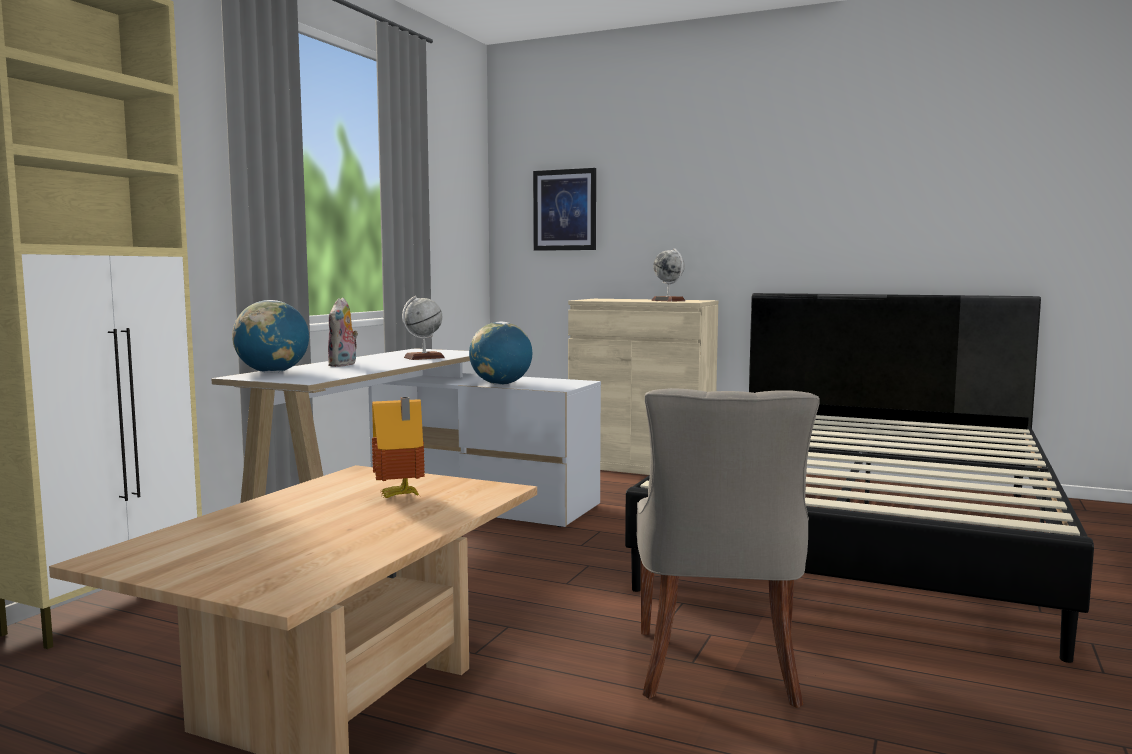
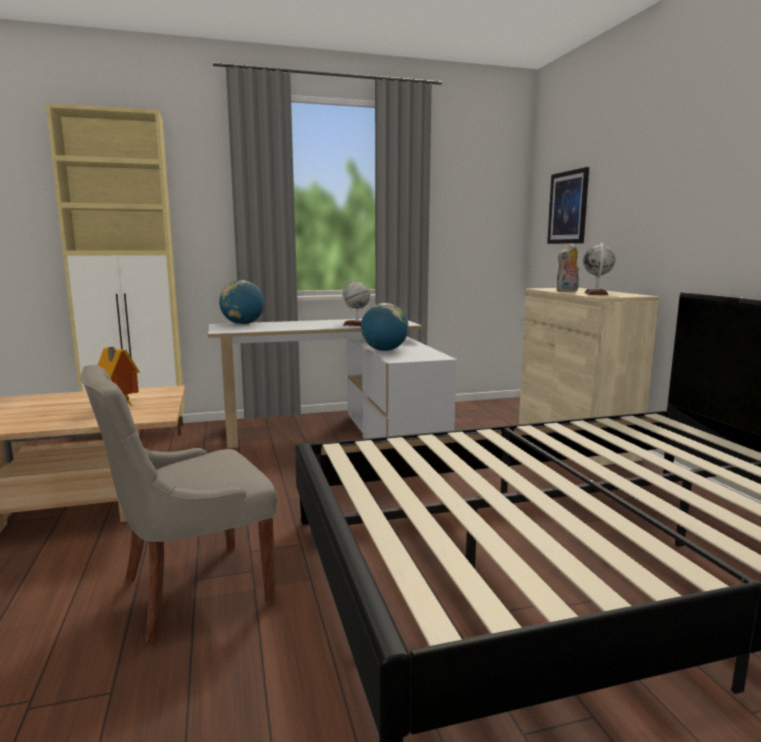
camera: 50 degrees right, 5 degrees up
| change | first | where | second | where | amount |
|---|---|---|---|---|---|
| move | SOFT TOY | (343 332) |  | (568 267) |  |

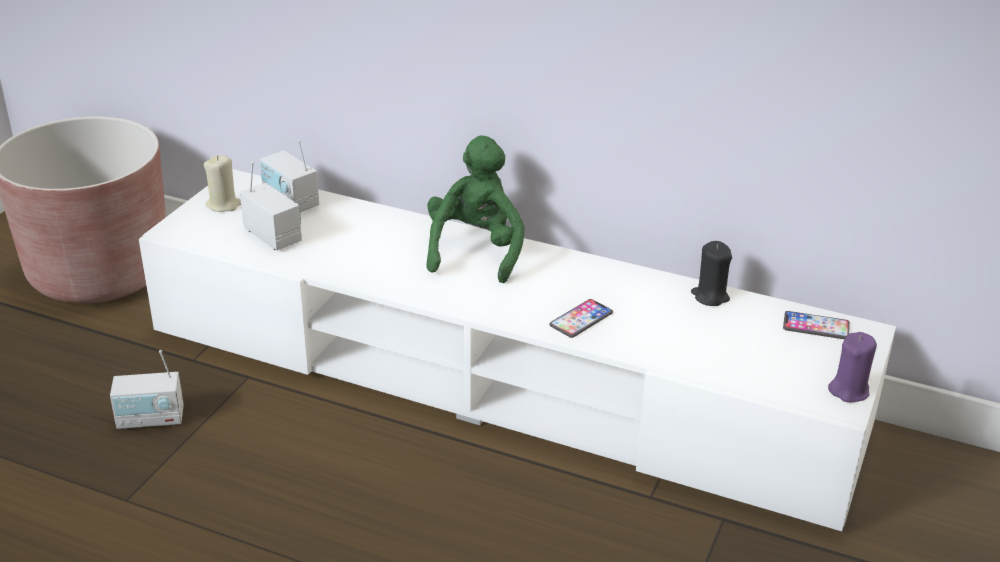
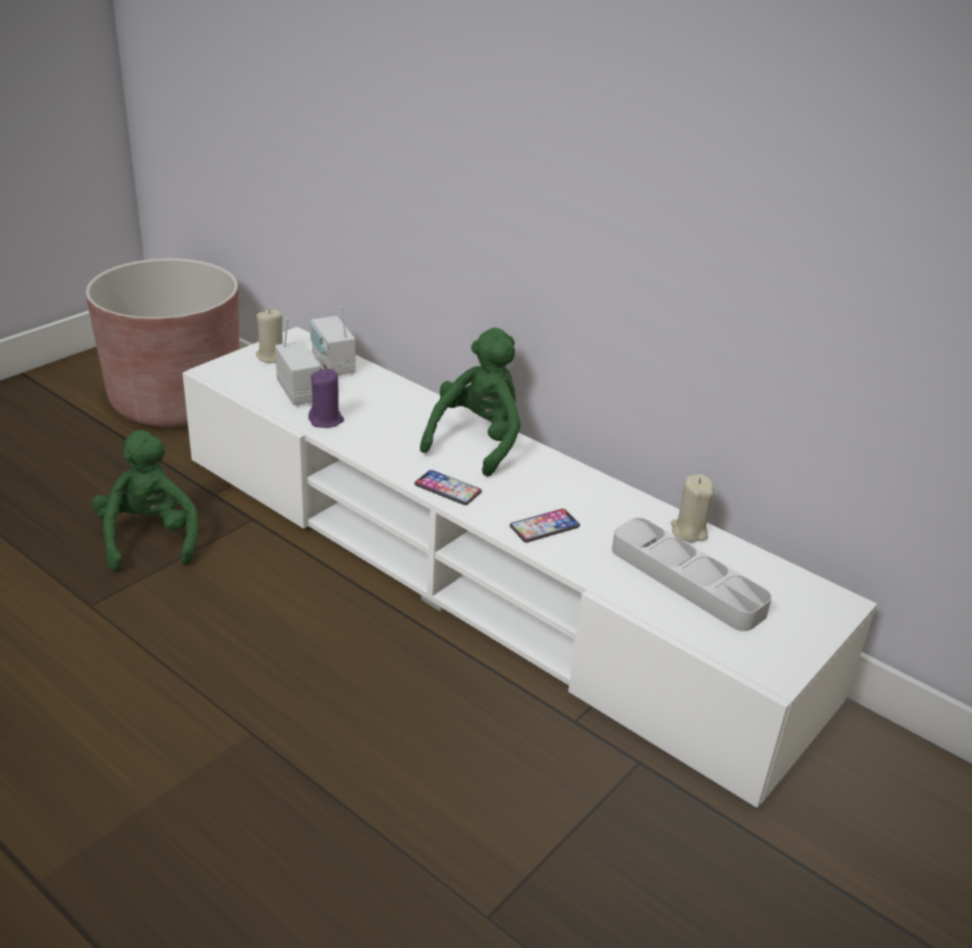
camera: 15 degrees right, 0 degrees up
| change | first | where | second | where | amount |
|---|---|---|---|---|---|
| insert |  |  | GRAY SERVING TRAY | (692 574) |  |
| move | HANDSET | (816 325) |  | (448 487) |  |
| move | PURPLISH WAX LIGHT | (852 367) |  | (326 398) |  |
| replace | RADIO RECEIVER | (147 390) | GREEN SOFT TOY | (145 500) |  |
| recolor | BLACK-COLOURED WAX LIGHT | (711 273) | SAND-COLOURED WAX LIGHT | (692 508) |  |

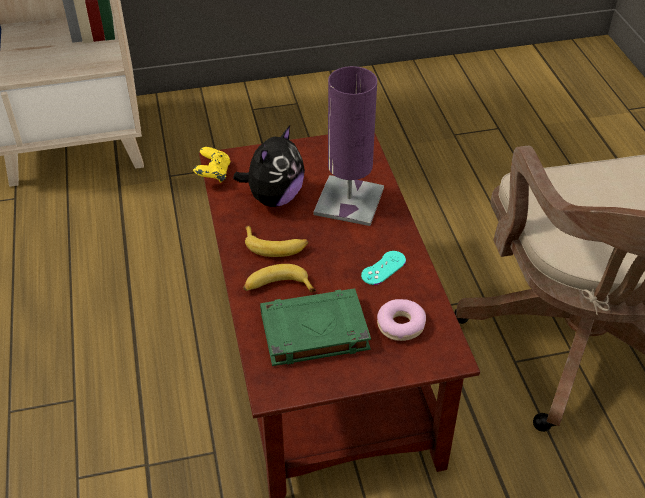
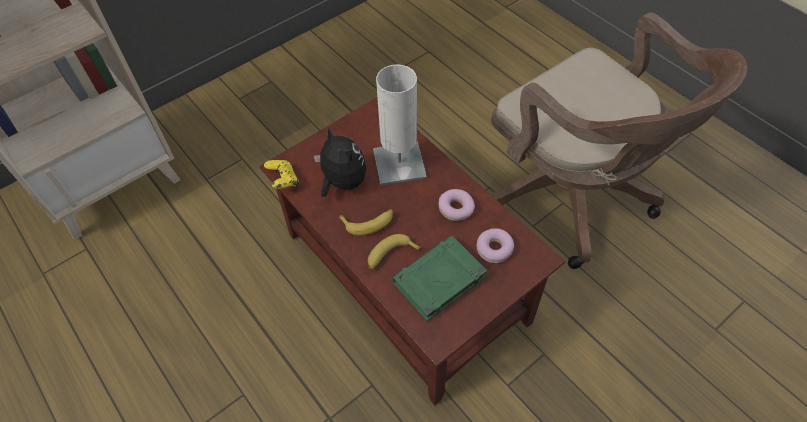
camera: 25 degrees left, 10 degrees up
| change | first | where | second | where | amount |
|---|---|---|---|---|---|
| replace | BLUE-GREEN GAMEPAD | (383 268) | DONUT | (456 205) |  |
| recolor | PURPLISH TABLETOP LAMP | (348 146) | WHITE TABLETOP LAMP | (400 125) |  |
| rotate | SOFT TOY | (269 166) |  | (340 162) | 45 degrees counterclockwise |

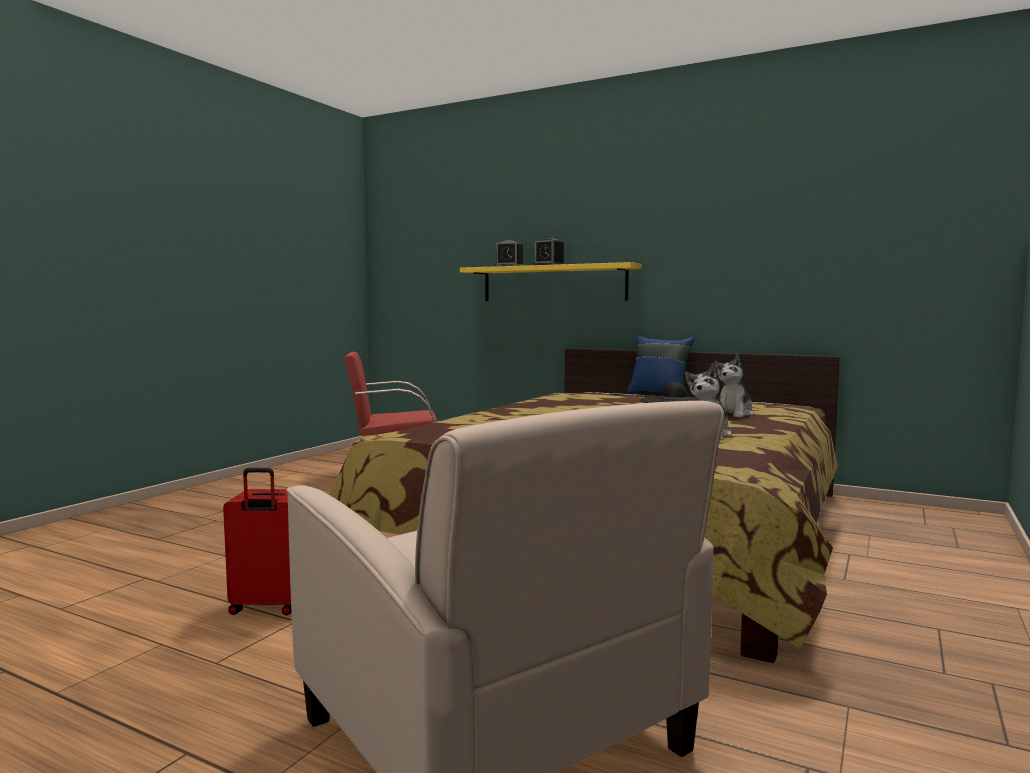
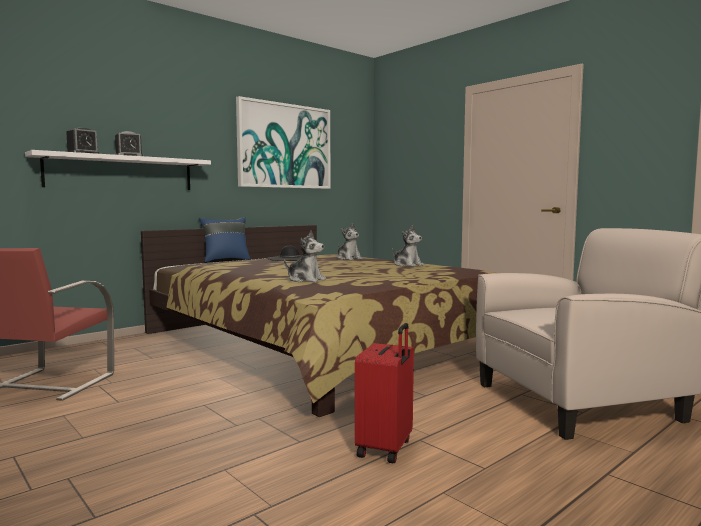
camera: 70 degrees left, 0 degrees up
| change | first | where | second | where | amount |
|---|---|---|---|---|---|
| insert |  |  | PICTURE | (283 142) |  |
| insert |  |  | SOFT TOY | (305 256) |  |
| recolor | YELLOW-COLOURED BRACKET SHELF | (551 281) | WHITE BRACKET SHELF | (118 170) |  |

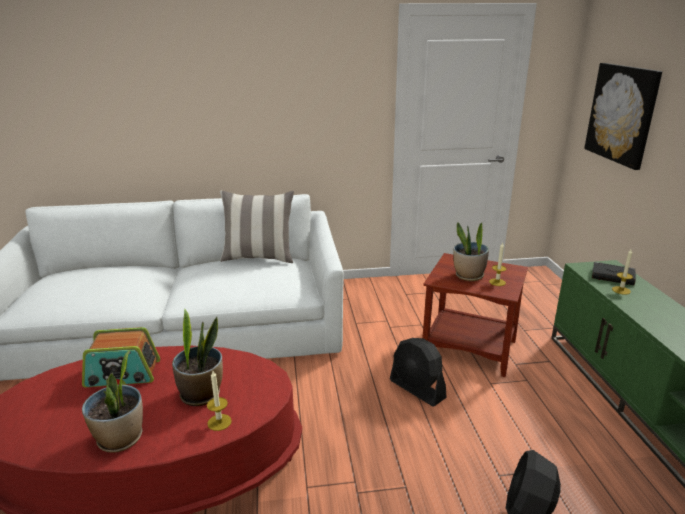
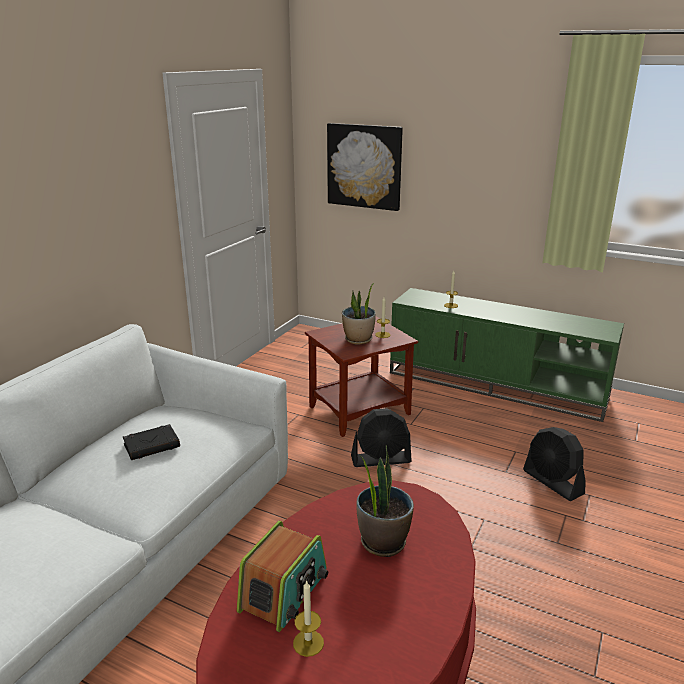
camera: 55 degrees left, 0 degrees up
| change | first | where | second | where | amount |
|---|---|---|---|---|---|
| delete | HOUSEPLANT | (112 401) |  |  |  |
| delete | CUSHION | (257 227) |  |  |  |
| move | WAX LIGHT | (219 401) |  | (308 618) |  |
| move | BLACK-COLOURED BOUND BOOK | (614 273) |  | (151 442) |  |

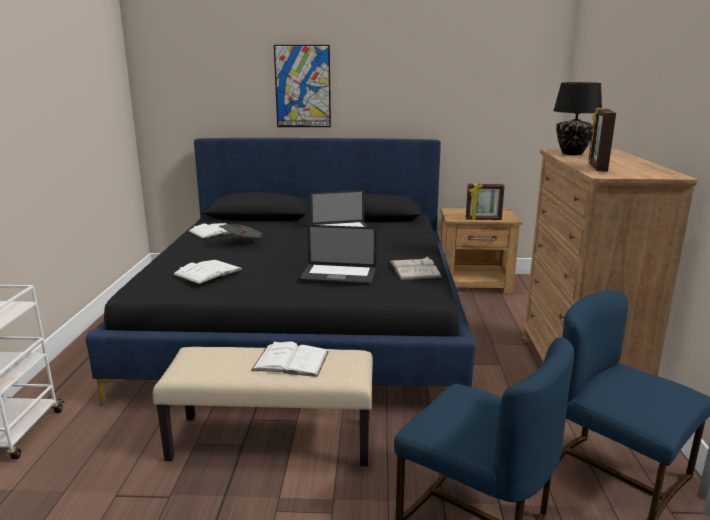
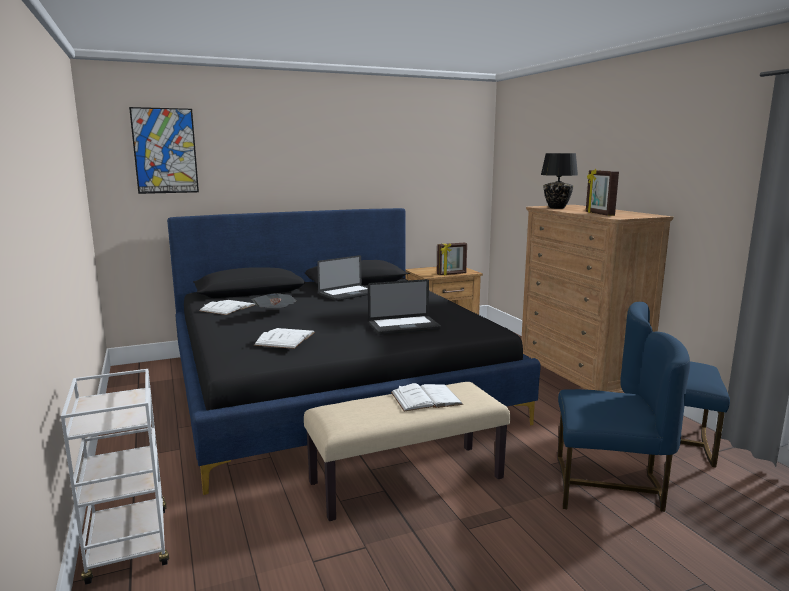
camera: 25 degrees left, 5 degrees down
| change | first | where | second | where | amount |
|---|---|---|---|---|---|
| delete | WHITE BOUND BOOK | (415 268) |  |  |  |
| move | PICTURE | (302 86) |  | (164 150) |  |

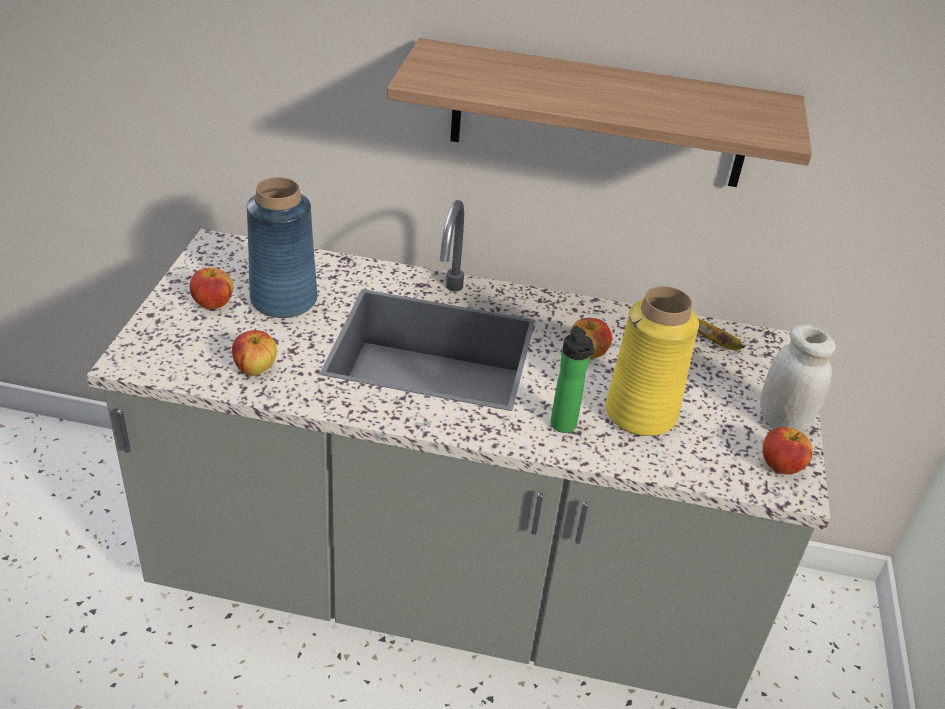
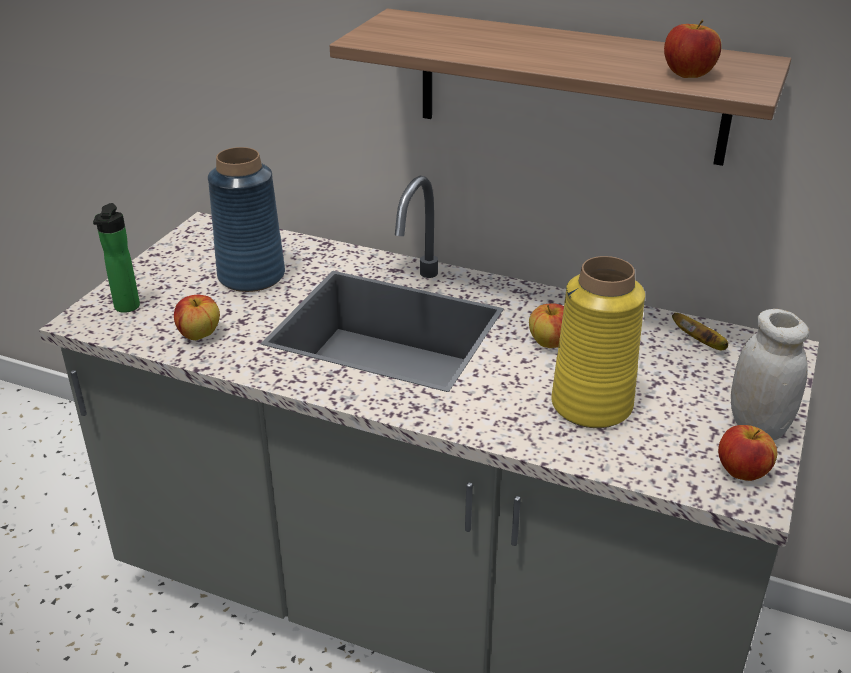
camera: 15 degrees right, 5 degrees down
| change | first | where | second | where | amount |
|---|---|---|---|---|---|
| move | APPLE | (211 288) |  | (693 49) |  |
| move | BEVERAGE BOTTLE | (572 379) |  | (116 258) |  |

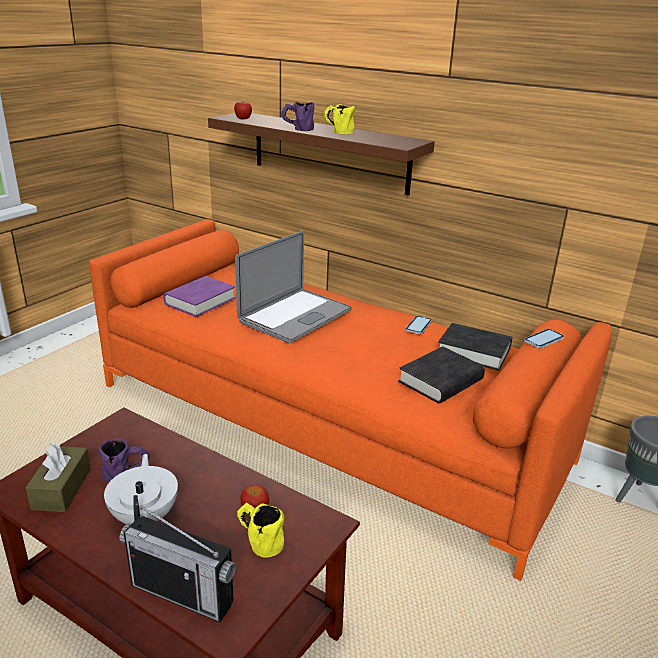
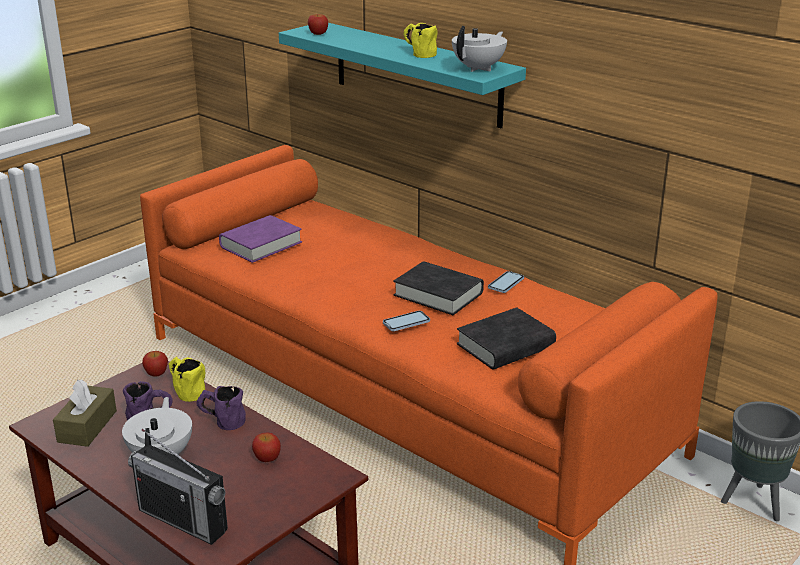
camera: 10 degrees right, 0 degrees up
| change | first | where | second | where | amount |
|---|---|---|---|---|---|
| delete | NOTEBOOK COMPUTER | (293 286) |  |  |  |
| insert |  |  | APPLE | (155 364) |  |
| insert |  |  | WHITE TEA POT | (479 49) |  |
| move | YELLOW-COLOURED TEA MUG | (261 530) |  | (186 379) |  |
| move | PURPLISH TEA MUG | (297 116) |  | (221 408) |  |
| move | BLACK-COLOURED BOUND BOOK | (475 347) |  | (438 288) |  |
| move | HANDSET | (544 338) |  | (406 321) |  |
| recolor | BROWNISH BRACKET SHELF | (321 154) | BLUE-GREEN BRACKET SHELF | (402 75) |  |

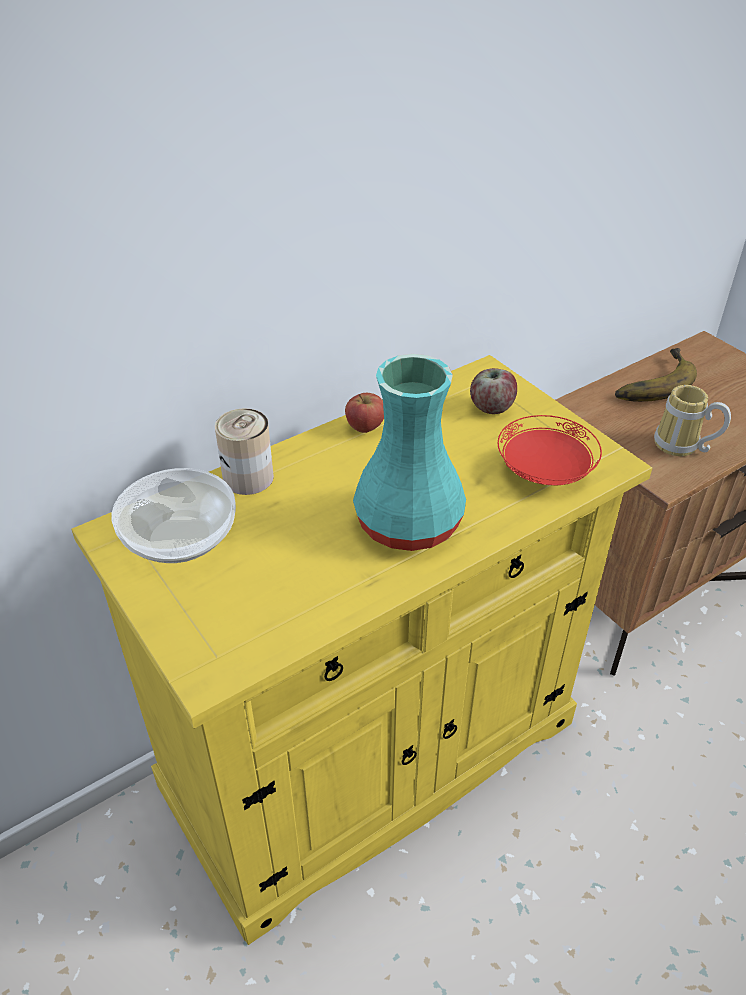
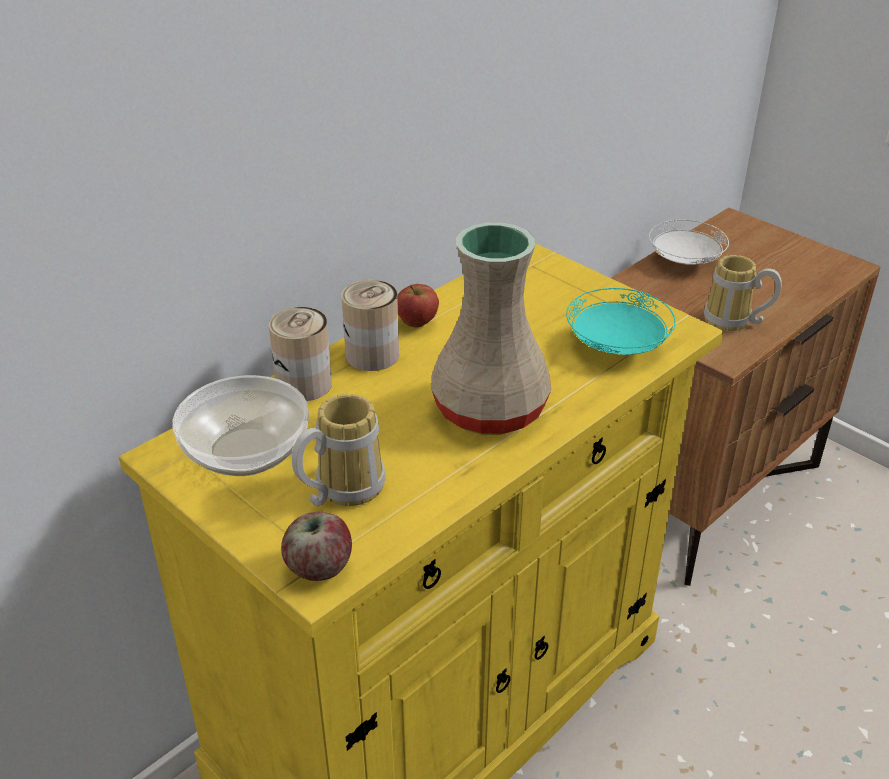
camera: 10 degrees left, 5 degrees down
| change | first | where | second | where | amount |
|---|---|---|---|---|---|
| insert |  |  | TEA MUG | (339 450) |  |
| insert |  |  | METAL CAN | (370 325) |  |
| move | APPLE | (493 391) |  | (316 546) |  |
| replace | WHOLE BANANA | (656 375) | WHITE FLAT DISH | (689 242) |  |
| recolor | BLUE-GREEN DECORATIVE VASE | (409 452) | SAND-COLOURED DECORATIVE VASE | (491 328) |  |
| recolor | RED-COLOURED FLAT DISH | (550 450) | BLUE-GREEN FLAT DISH | (621 321) |  |

